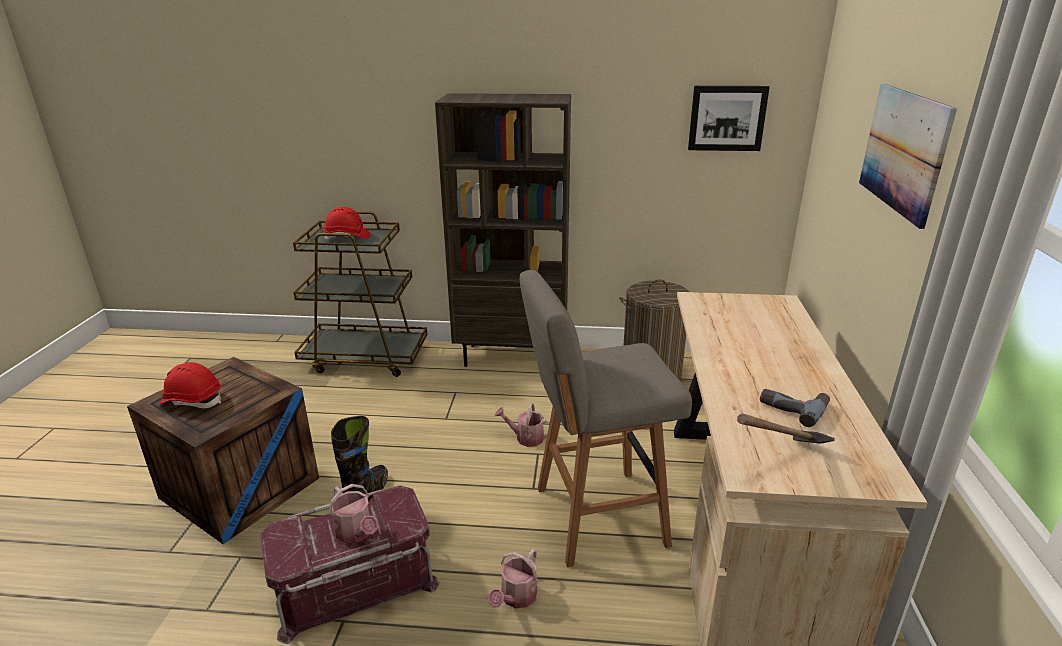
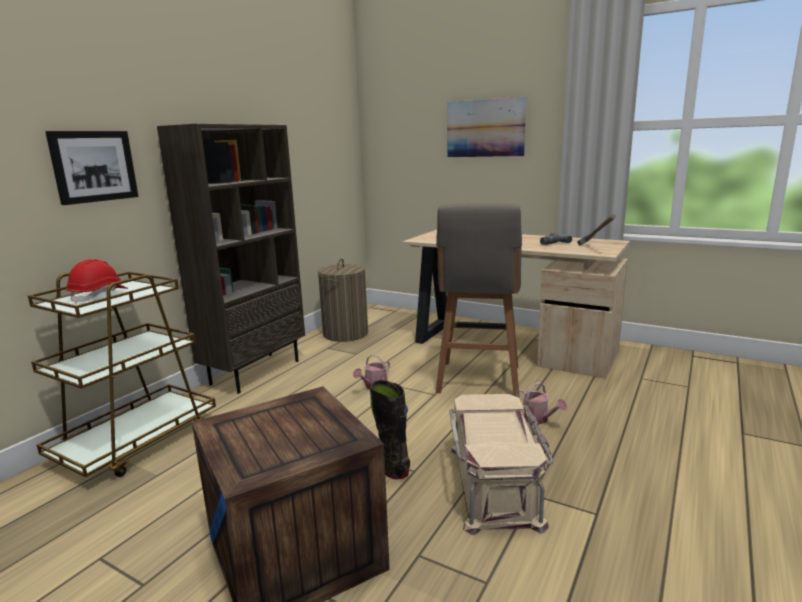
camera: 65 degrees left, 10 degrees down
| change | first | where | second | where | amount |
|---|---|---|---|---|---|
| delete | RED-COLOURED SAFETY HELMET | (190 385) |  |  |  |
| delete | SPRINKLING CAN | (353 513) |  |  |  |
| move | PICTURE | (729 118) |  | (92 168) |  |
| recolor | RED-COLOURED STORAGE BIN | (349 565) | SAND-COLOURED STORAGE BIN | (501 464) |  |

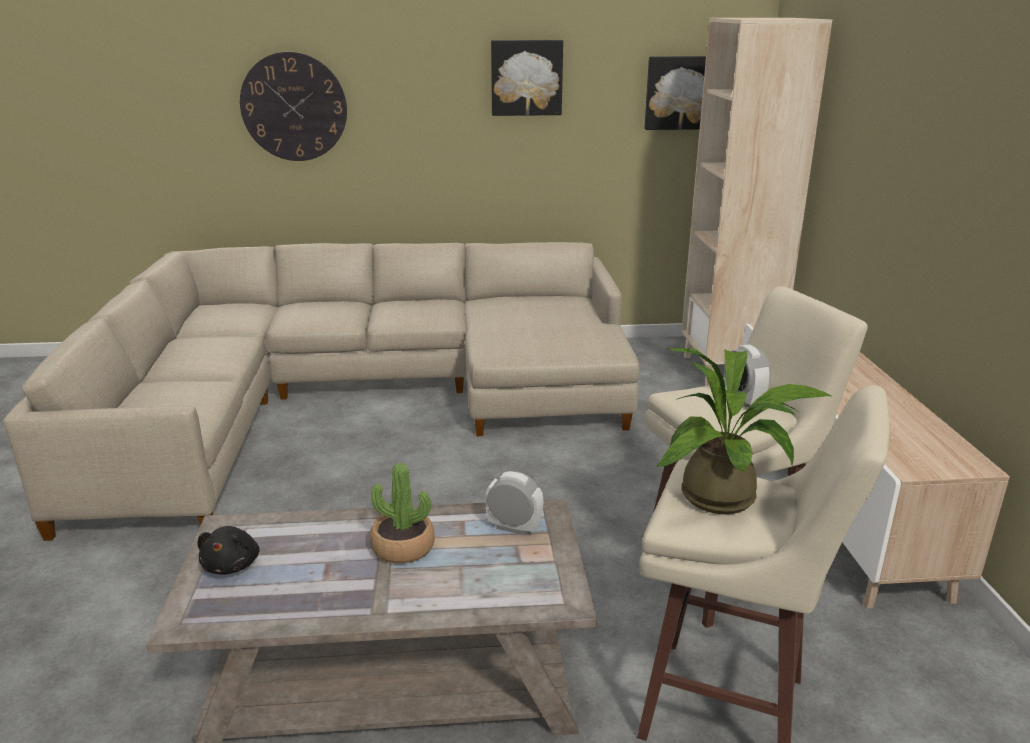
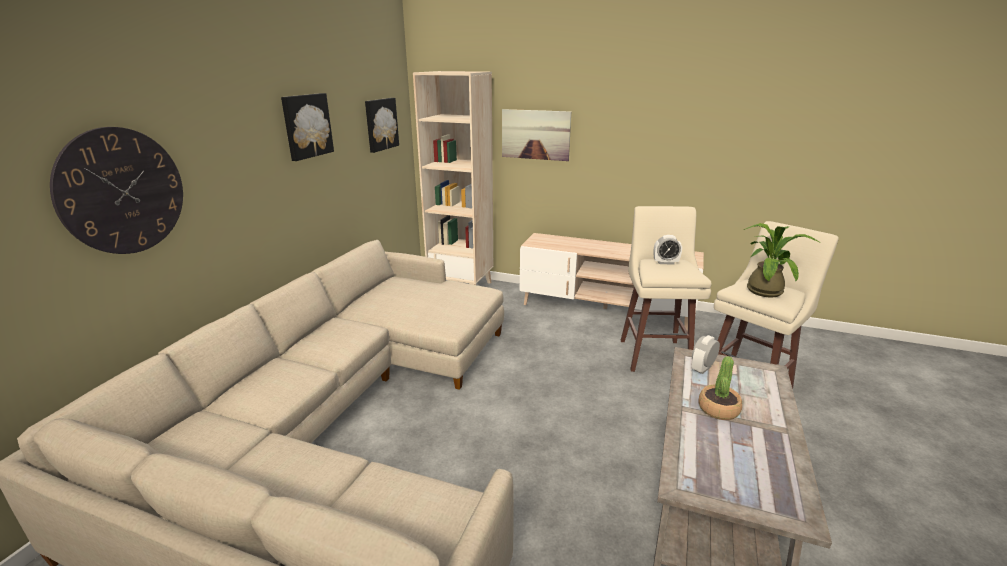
camera: 65 degrees left, 0 degrees up
| change | first | where | second | where | amount |
|---|---|---|---|---|---|
| delete | BLACK-COLOURED SOFT TOY | (229 550) |  |  |  |
| insert |  |  | PICTURE | (536 135) |  |

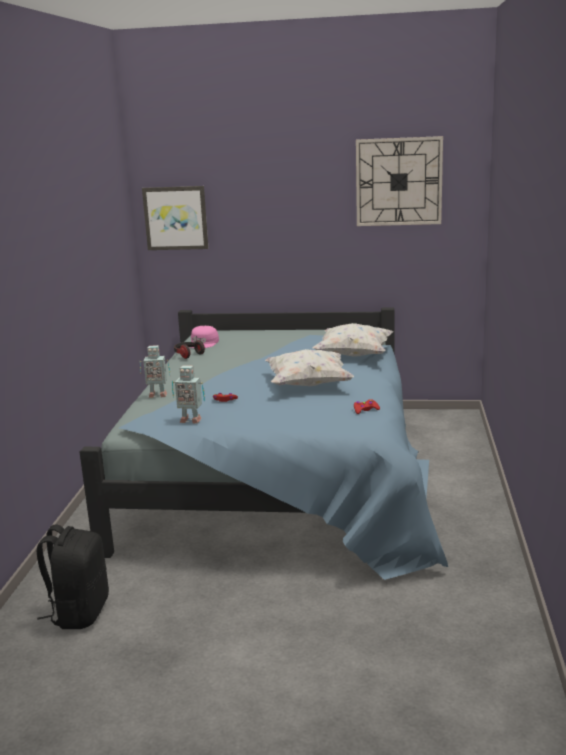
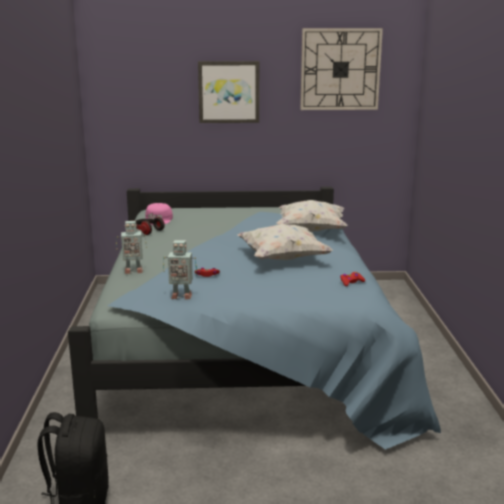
camera: 10 degrees left, 0 degrees up
| change | first | where | second | where | amount |
|---|---|---|---|---|---|
| move | PICTURE | (175 218) |  | (228 92) |  |

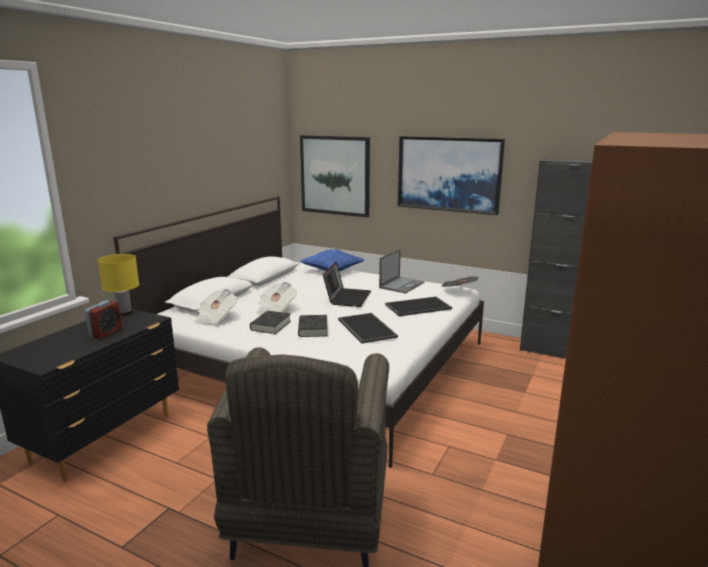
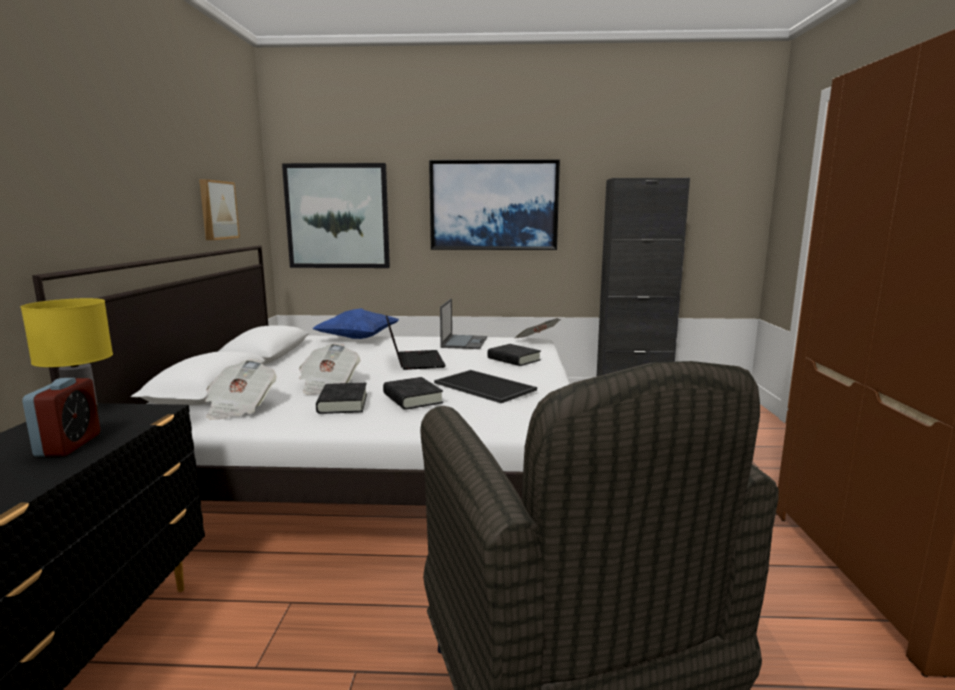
camera: 25 degrees left, 5 degrees down
| change | first | where | second | where | amount |
|---|---|---|---|---|---|
| insert |  |  | PICTURE | (219 209) |  |
| replace | SERVING TRAY | (418 306) | BLACK-COLOURED BOUND BOOK | (514 355) |  |

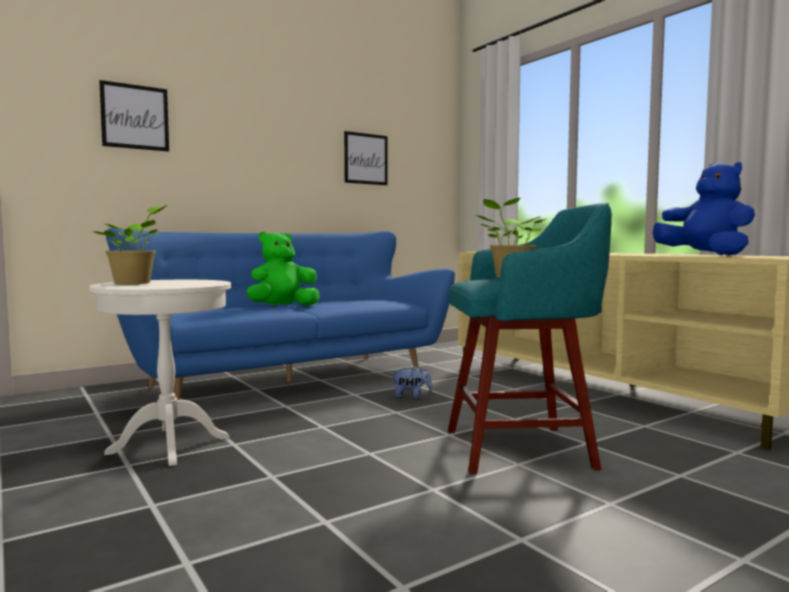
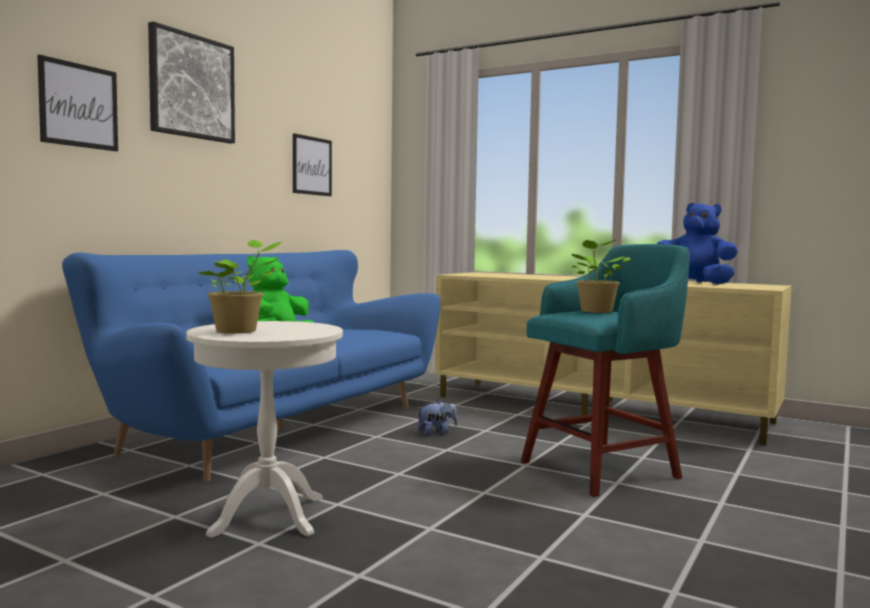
camera: 25 degrees left, 0 degrees up
| change | first | where | second | where | amount |
|---|---|---|---|---|---|
| insert |  |  | PICTURE | (191 82) |  |

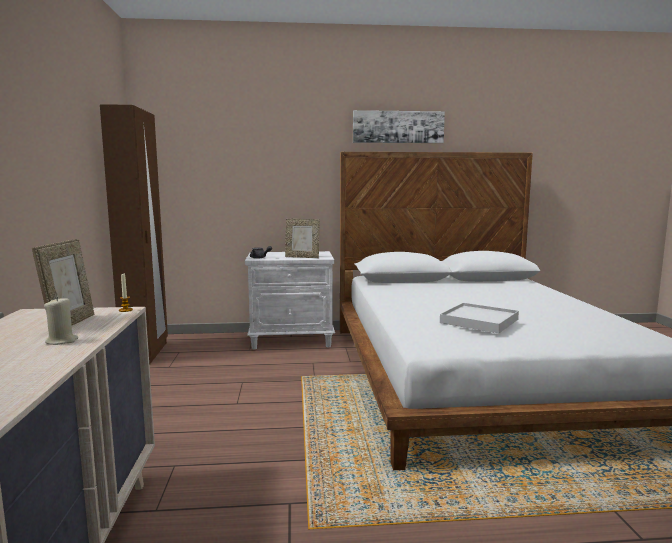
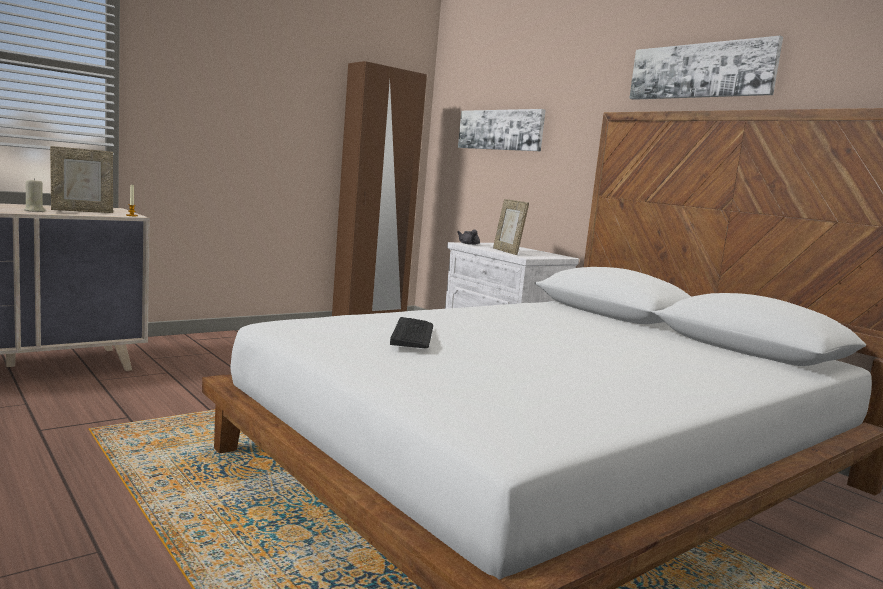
camera: 55 degrees right, 0 degrees up
| change | first | where | second | where | amount |
|---|---|---|---|---|---|
| insert |  |  | PICTURE | (502 130) |  |
| replace | WHITE SERVING TRAY | (479 318) | KEYBOARD | (411 332) |  |

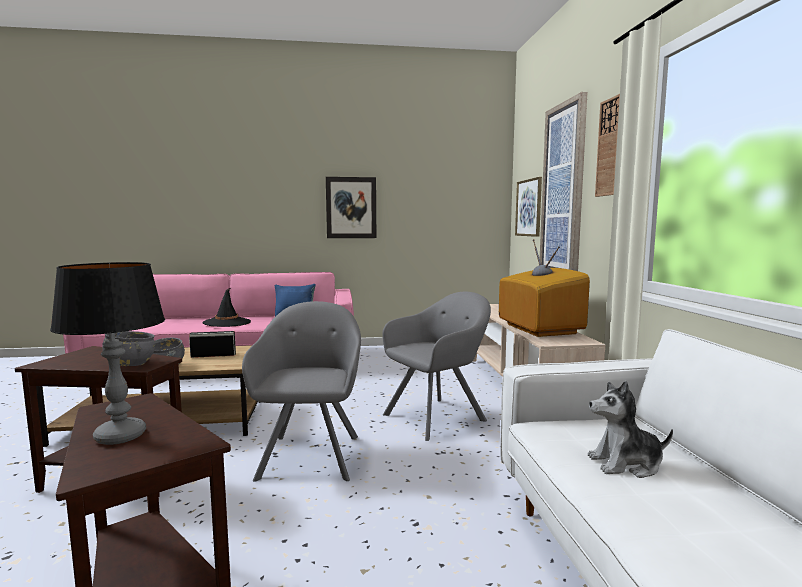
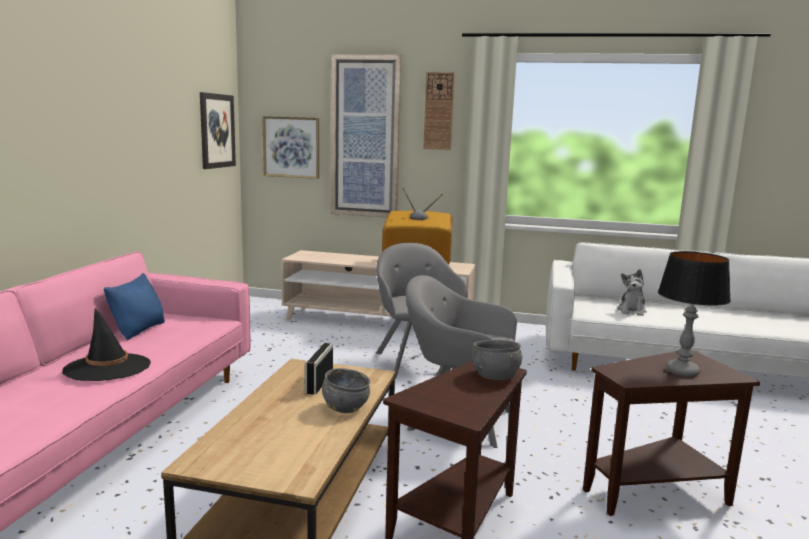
camera: 70 degrees left, 5 degrees up
| change | first | where | second | where | amount |
|---|---|---|---|---|---|
| move | PICTURE | (351 207) |  | (218 130) |  |

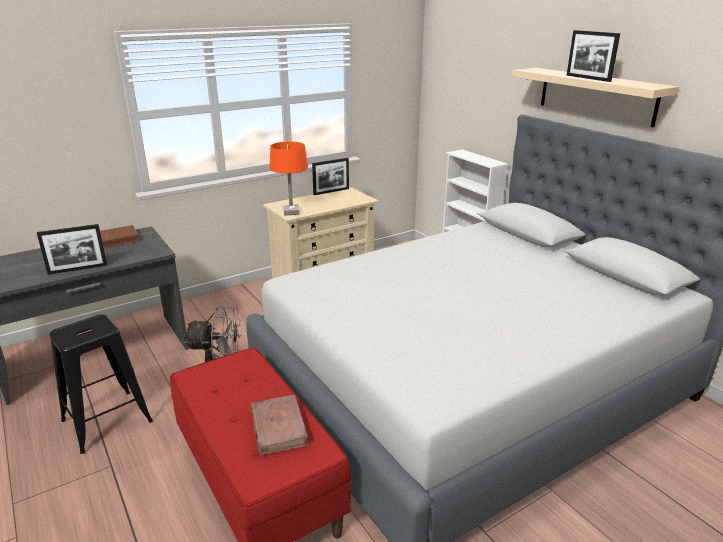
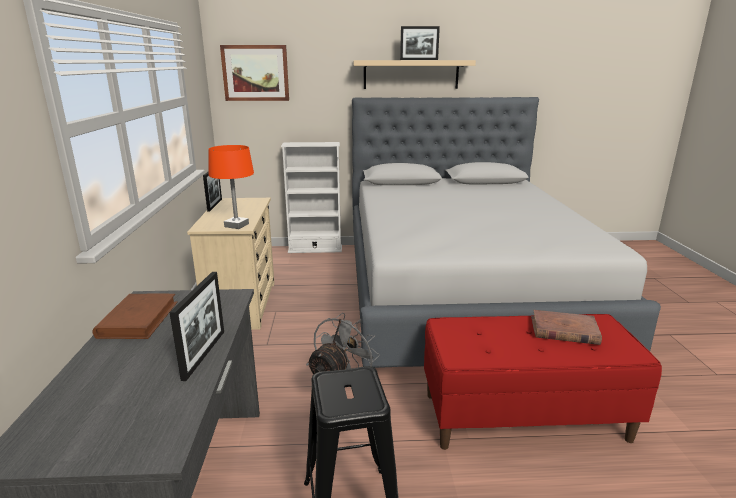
camera: 60 degrees left, 5 degrees down
| change | first | where | second | where | amount |
|---|---|---|---|---|---|
| insert |  |  | PICTURE | (254 73) |  |

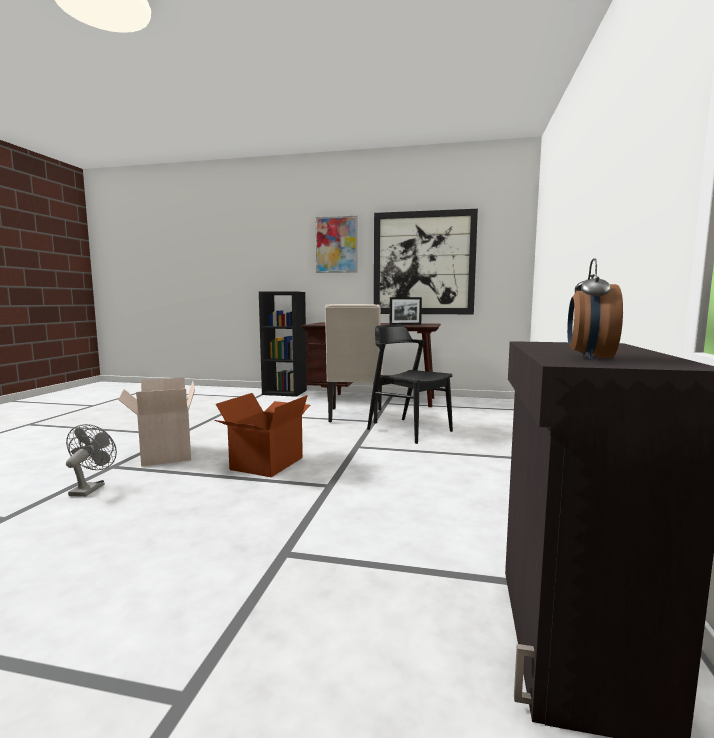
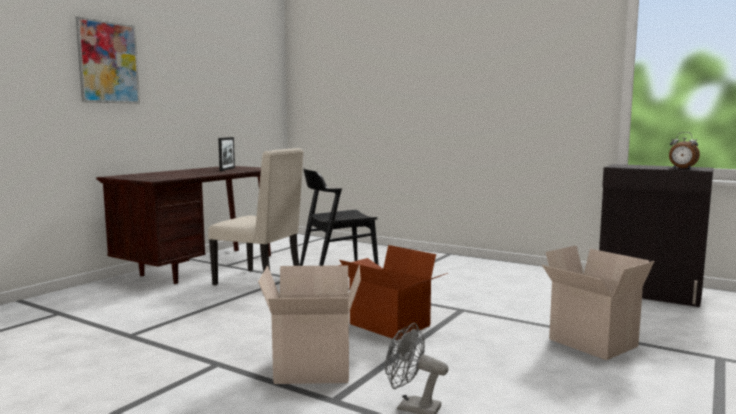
camera: 70 degrees left, 0 degrees up
| change | first | where | second | where | amount |
|---|---|---|---|---|---|
| delete | BLACK-COLOURED BOOKCASE | (283 344) |  |  |  |
| delete | PICTURE | (426 261) |  |  |  |
| insert |  |  | PACKING BOX | (598 303) |  |

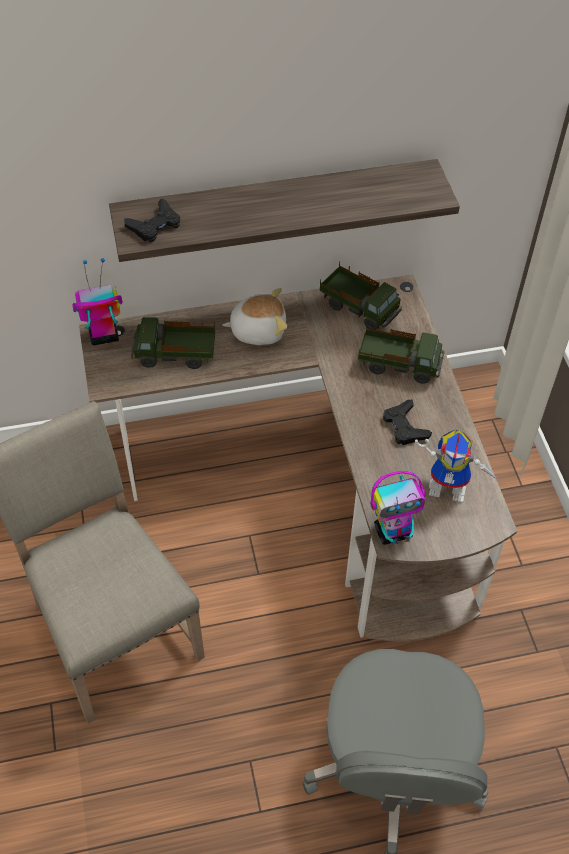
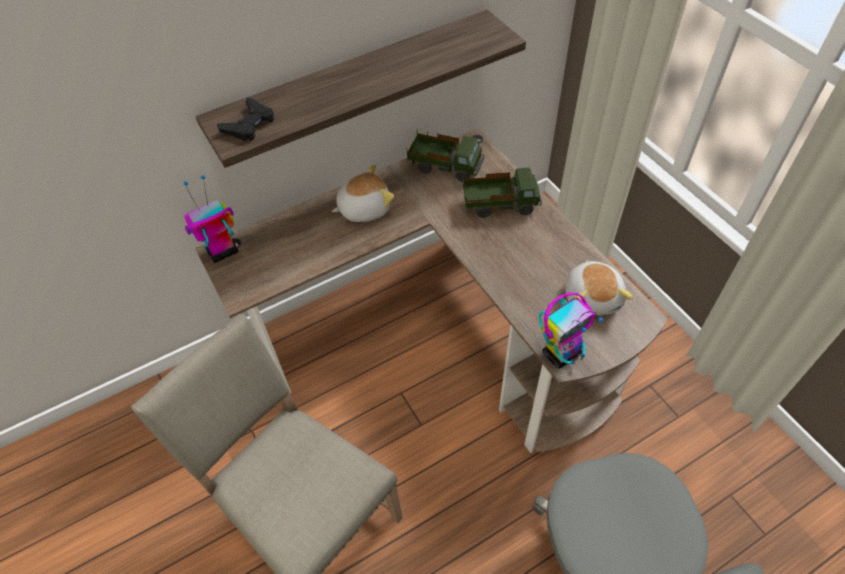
camera: 15 degrees left, 0 degrees up
| change | first | where | second | where | amount |
|---|---|---|---|---|---|
| delete | TOY TRUCK | (173 343) |  |  |  |
| delete | BLACK-COLOURED GAMEPAD | (407 422) |  |  |  |
| replace | MODEL ROBOT | (457 466) | SOFT TOY | (599 288) |  |

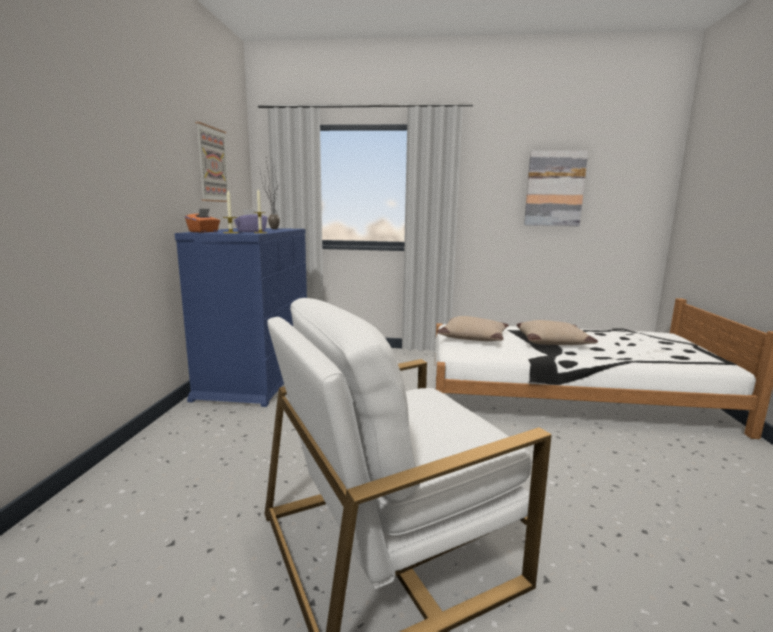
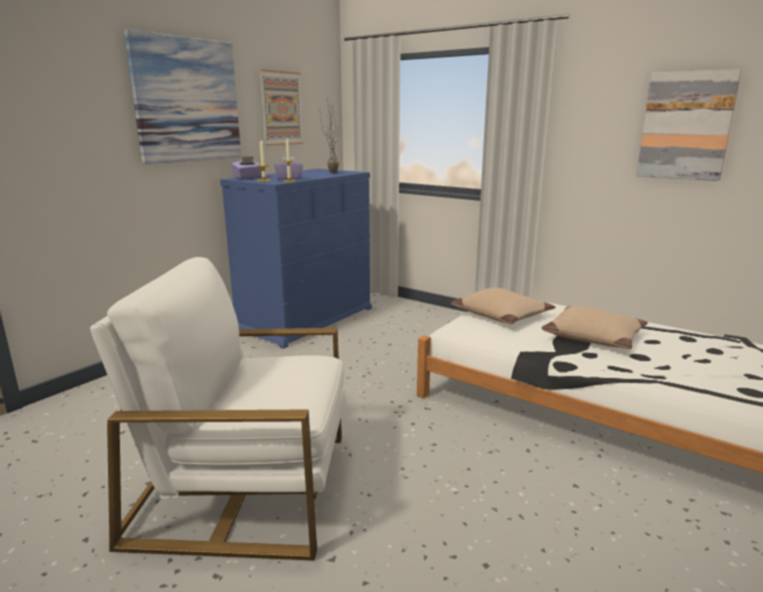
camera: 30 degrees right, 5 degrees up
| change | first | where | second | where | amount |
|---|---|---|---|---|---|
| insert |  |  | PICTURE | (182 97) |  |
| recolor | ORANGEY TISSUE BOX | (202 220) | PURPLISH TISSUE BOX | (246 167) |  |

